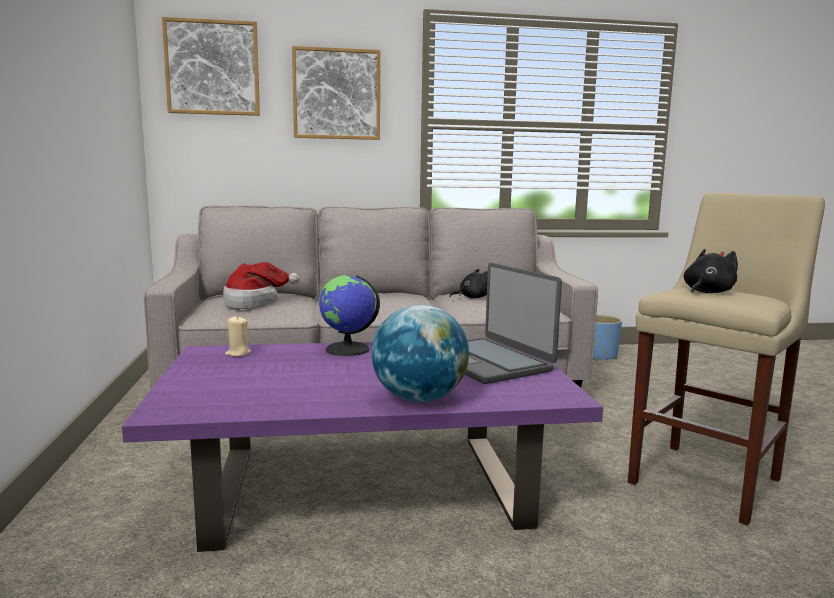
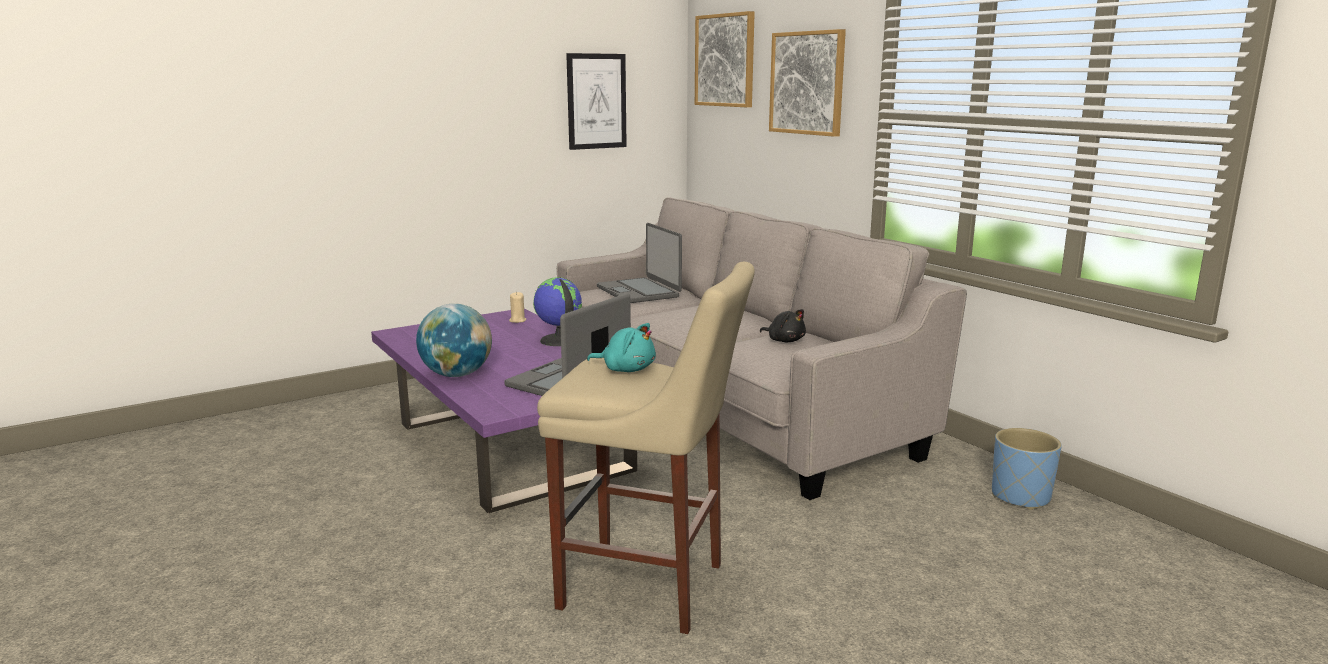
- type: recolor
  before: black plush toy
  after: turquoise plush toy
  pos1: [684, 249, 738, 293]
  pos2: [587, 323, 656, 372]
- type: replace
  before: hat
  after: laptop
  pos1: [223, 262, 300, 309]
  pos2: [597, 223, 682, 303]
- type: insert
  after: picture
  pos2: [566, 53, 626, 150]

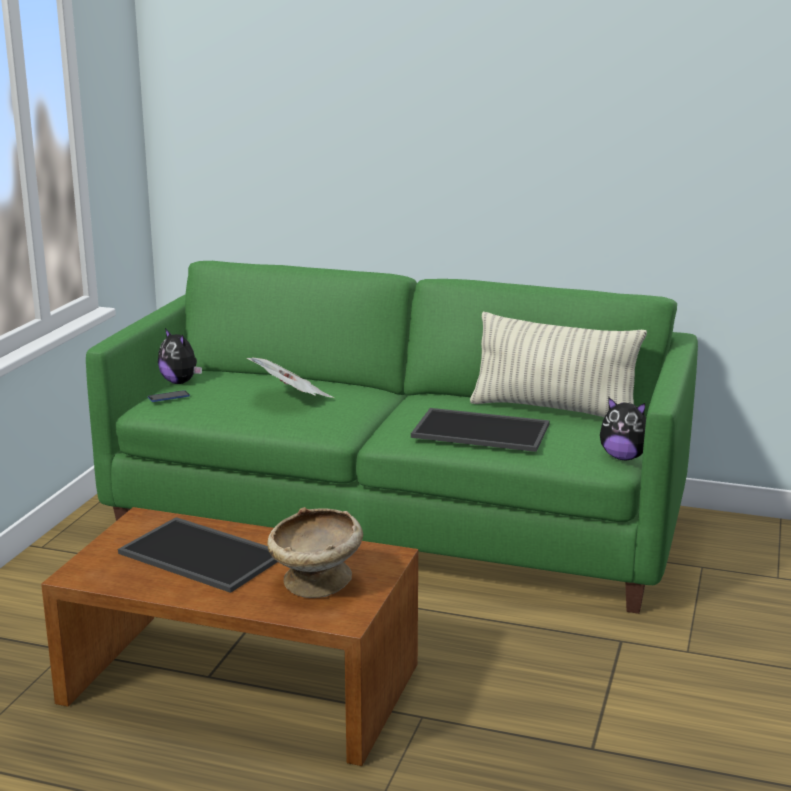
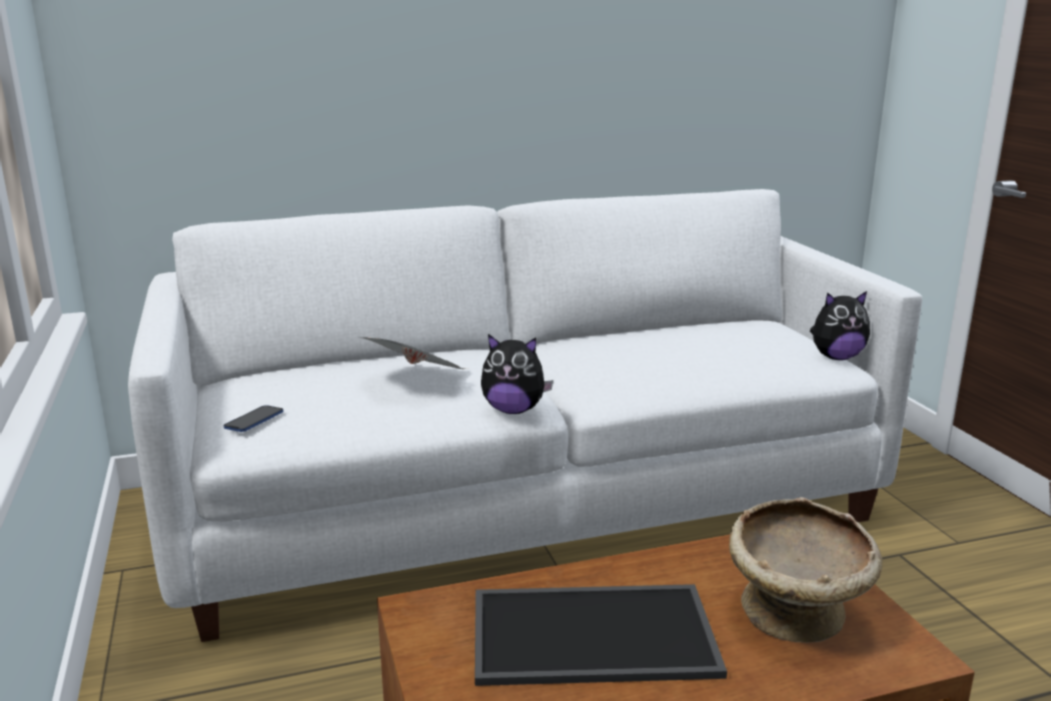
- type: recolor
  before: green sofa
  after: white sofa
  pos1: [86, 261, 698, 614]
  pos2: [128, 189, 922, 642]
- type: delete
  before: pillow
  pos1: [470, 312, 647, 418]
- type: move
  before: plush toy
  pos1: [158, 328, 202, 384]
  pos2: [481, 334, 553, 414]
- type: delete
  before: tray
  pos1: [411, 408, 550, 452]

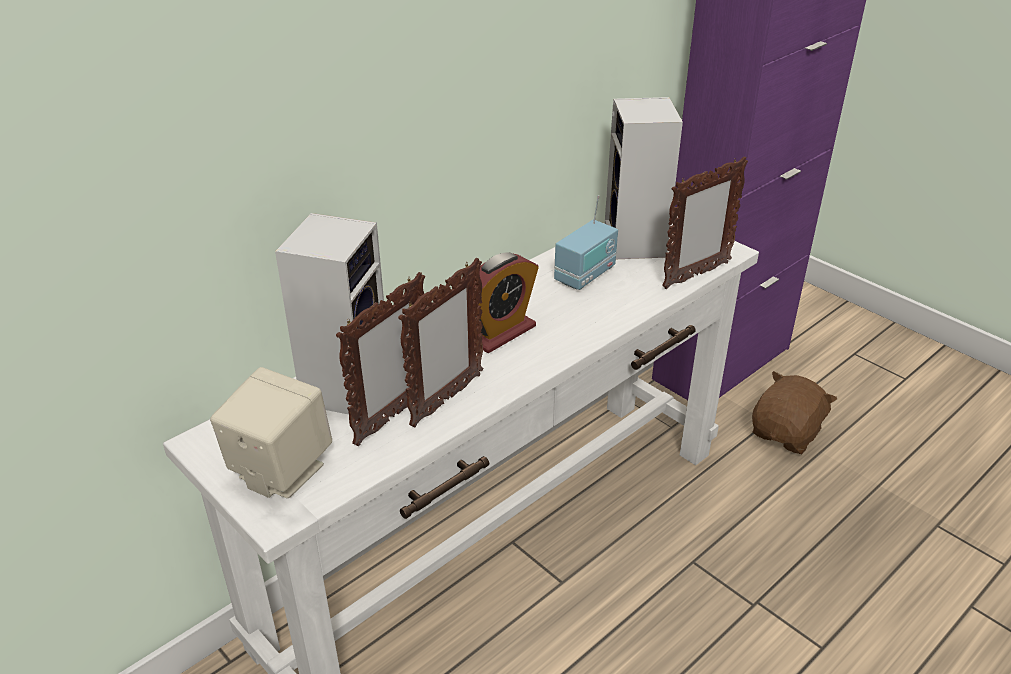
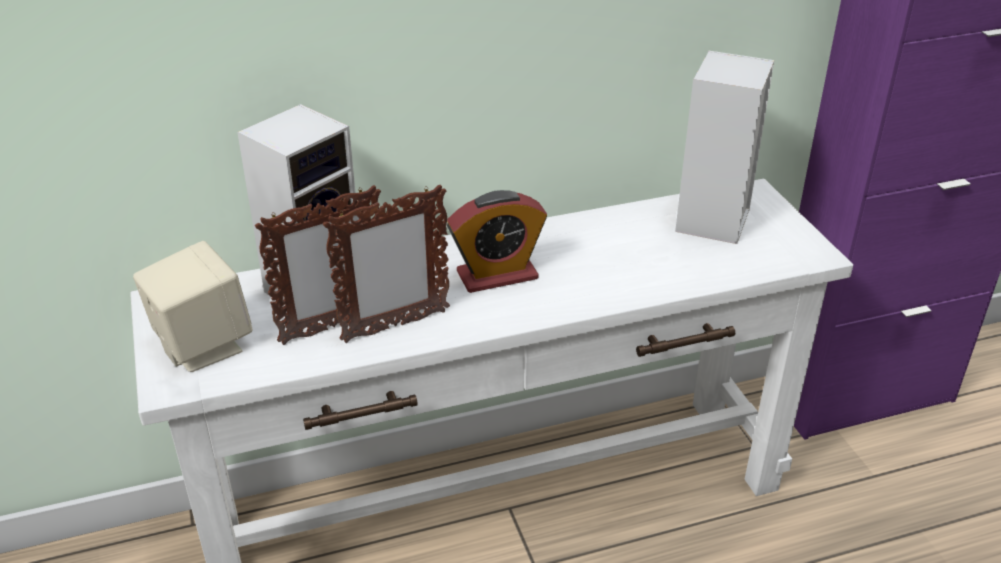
- type: delete
  before: picture frame
  pos1: [662, 156, 748, 289]
- type: delete
  before: radio
  pos1: [554, 195, 618, 290]
- type: delete
  before: brown plush toy
  pos1: [752, 371, 837, 454]

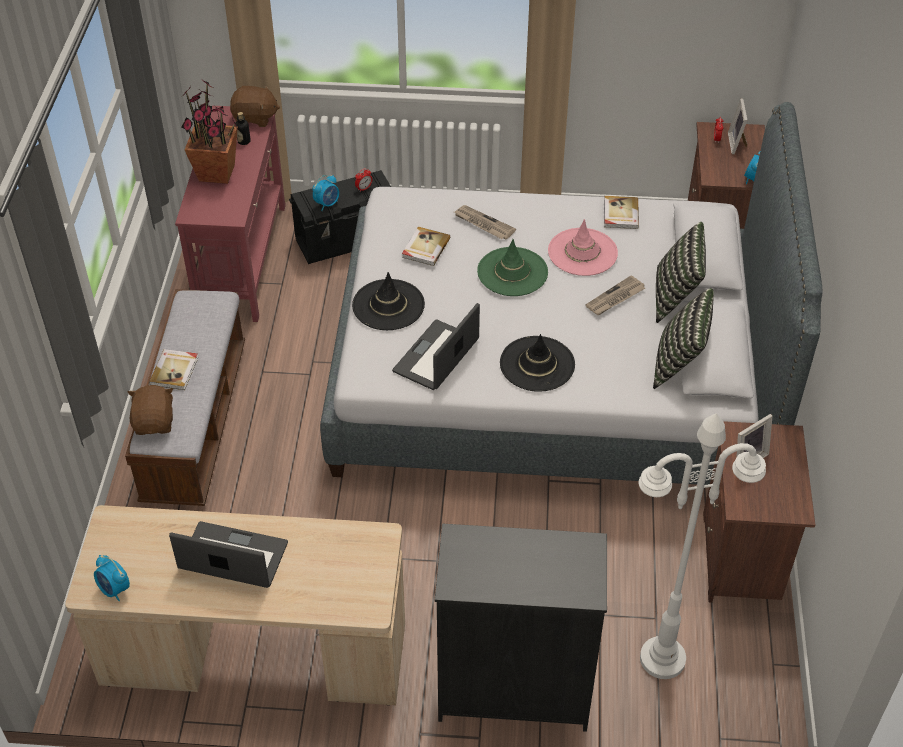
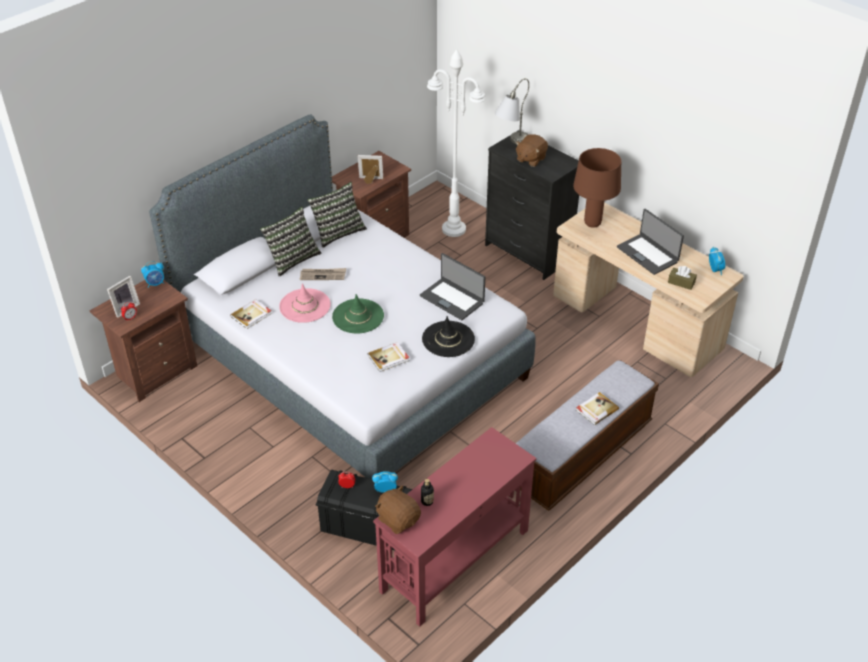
- type: delete
  before: potted plant
  pos1: [181, 81, 238, 184]
- type: delete
  before: newspaper
  pos1: [454, 205, 516, 239]
- type: rotate
  before: laptop
  pos1: [392, 303, 480, 390]
  pos2: [420, 253, 485, 320]
  turn: 60
- type: delete
  before: black hat
  pos1: [500, 334, 575, 392]
- type: move
  before: brown plush toy
  pos1: [128, 385, 173, 435]
  pos2: [515, 134, 548, 167]
- type: insert
  after: grey table lamp
  pos2: [495, 78, 529, 144]
- type: insert
  after: brown table lamp
  pos2: [573, 148, 621, 228]
- type: insert
  after: brown tissue box
  pos2: [668, 266, 697, 290]

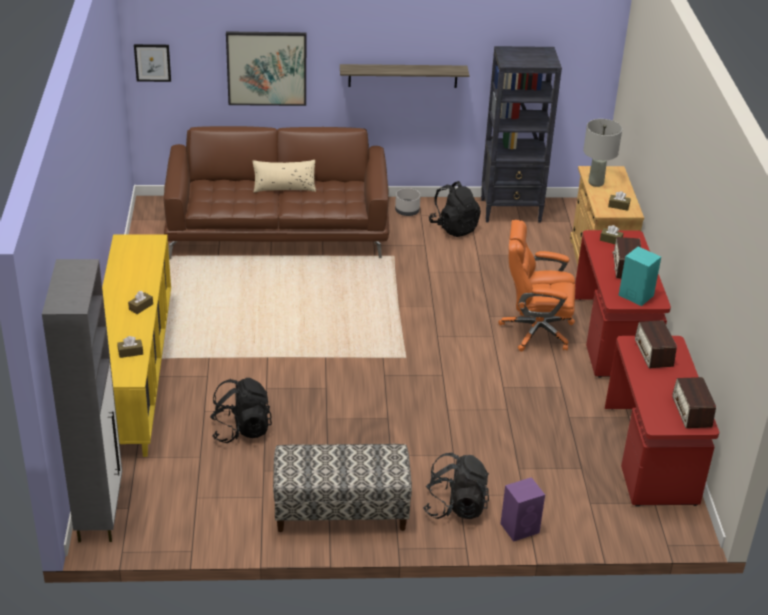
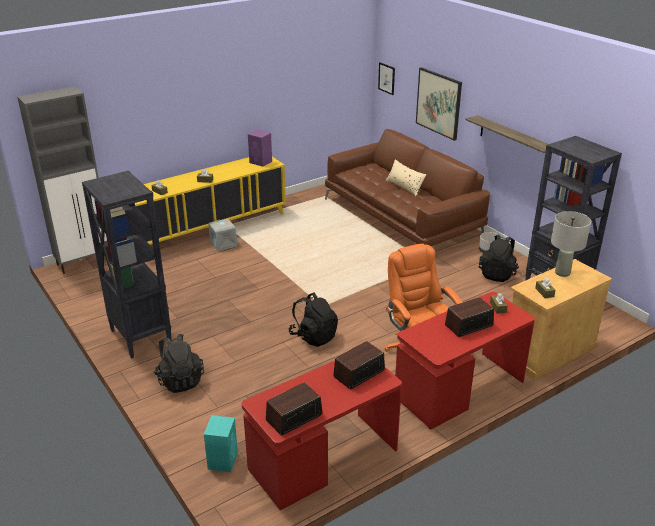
- type: move
  before: turquoise speaker
  pos1: [619, 247, 661, 306]
  pos2: [204, 415, 238, 472]
- type: move
  before: black backpack
  pos1: [210, 378, 272, 443]
  pos2: [288, 292, 338, 347]
- type: replace
  before: bench
  after: black bookcase
  pos1: [273, 444, 412, 532]
  pos2: [82, 171, 171, 359]
- type: move
  before: purple speaker
  pos1: [500, 477, 545, 542]
  pos2: [248, 130, 272, 167]
- type: insert
  after: grey storage box
  pos2: [208, 218, 237, 251]

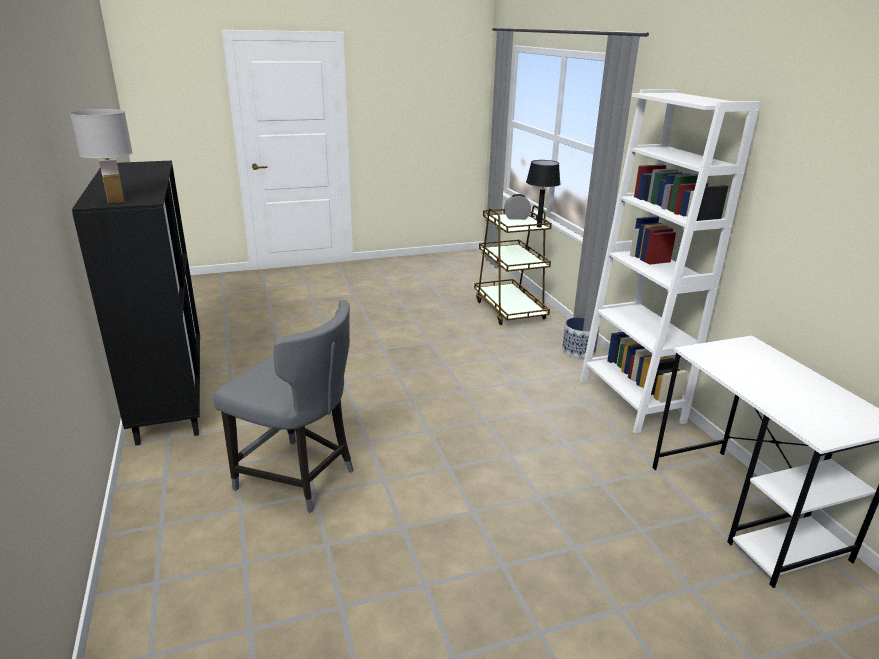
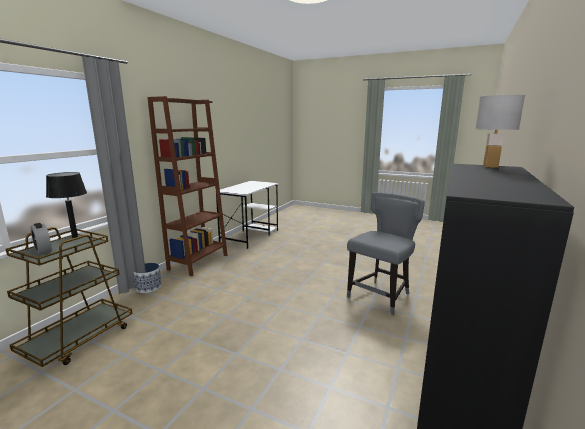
- type: recolor
  before: white bookcase
  after: brown bookcase
  pos1: [580, 89, 760, 433]
  pos2: [147, 96, 228, 276]
- type: rotate
  before: grey chair
  pos1: [213, 300, 353, 513]
  pos2: [347, 192, 425, 315]
  turn: 60

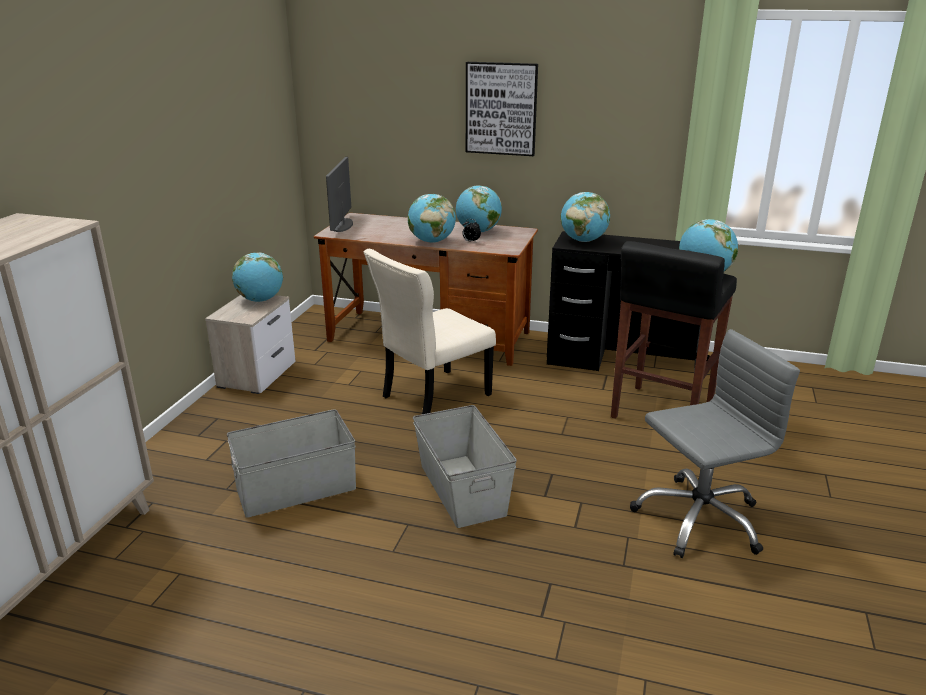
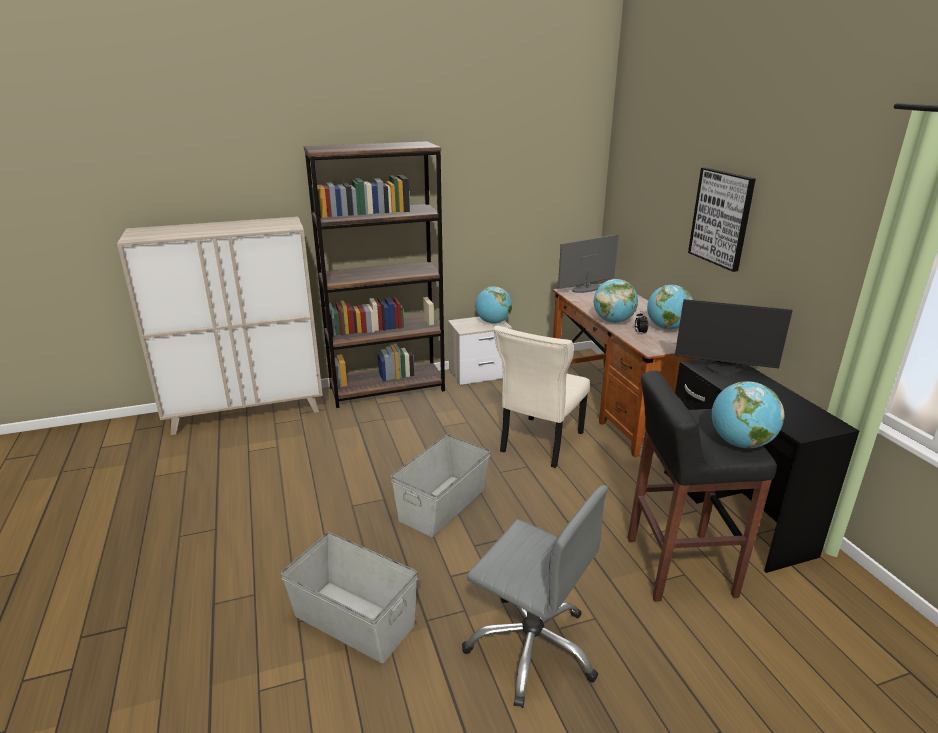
- type: replace
  before: globe
  after: monitor
  pos1: [561, 192, 610, 242]
  pos2: [675, 299, 793, 376]
- type: rotate
  before: beige chair
  pos1: [364, 249, 496, 414]
  pos2: [493, 326, 590, 468]
  turn: -75
- type: move
  before: grey storage box
  pos1: [227, 409, 356, 518]
  pos2: [281, 532, 418, 663]
- type: insert
  after: brown bookcase
  pos2: [304, 141, 445, 408]

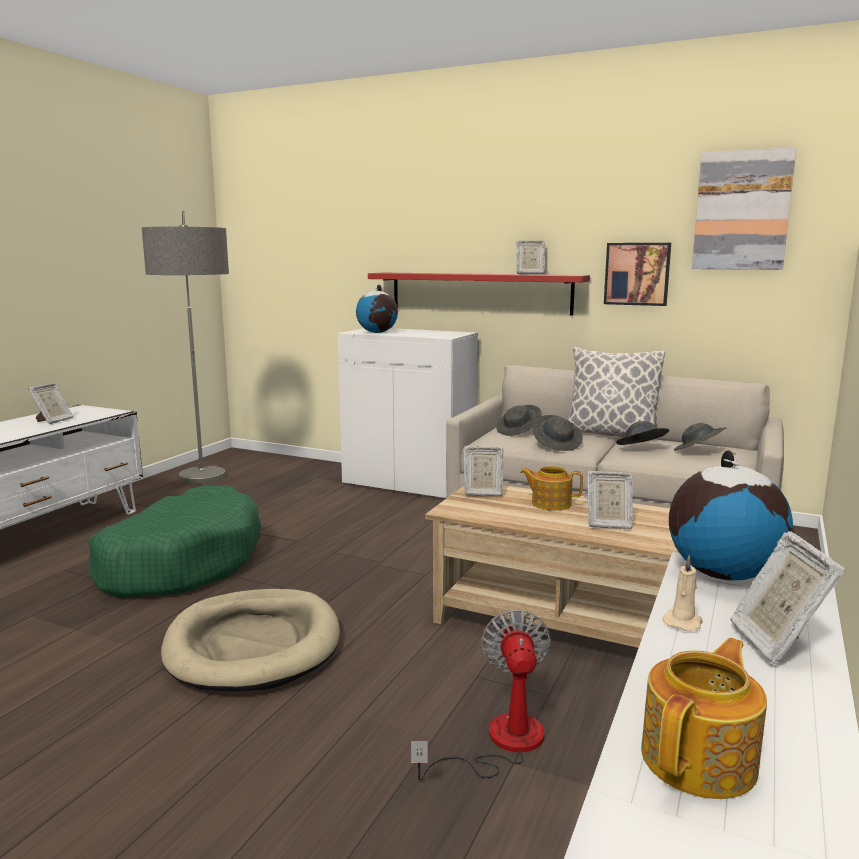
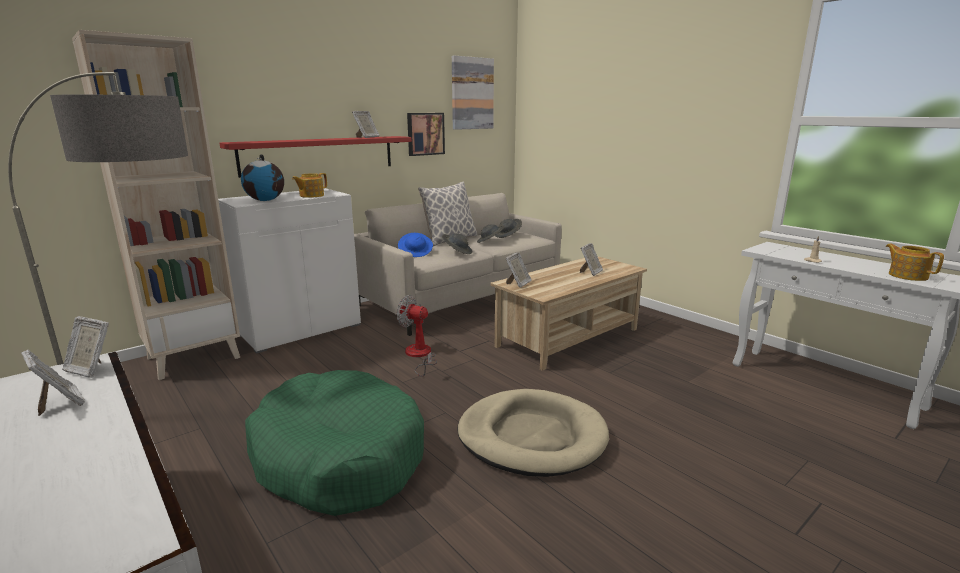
- type: recolor
  before: grey hat
  after: blue hat
  pos1: [496, 405, 542, 436]
  pos2: [398, 233, 433, 257]
- type: delete
  before: globe
  pos1: [669, 450, 793, 581]
- type: move
  before: teapot
  pos1: [520, 466, 583, 511]
  pos2: [292, 173, 327, 198]
- type: move
  before: picture frame
  pos1: [730, 531, 845, 665]
  pos2: [62, 316, 109, 378]
- type: move
  before: fan
  pos1: [411, 610, 550, 781]
  pos2: [397, 295, 437, 377]
- type: insert
  after: beige bookcase
  pos2: [72, 30, 240, 380]

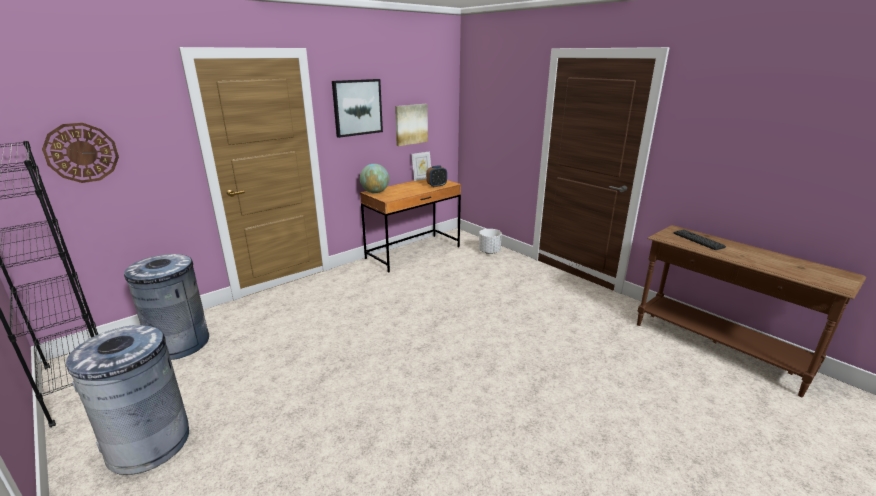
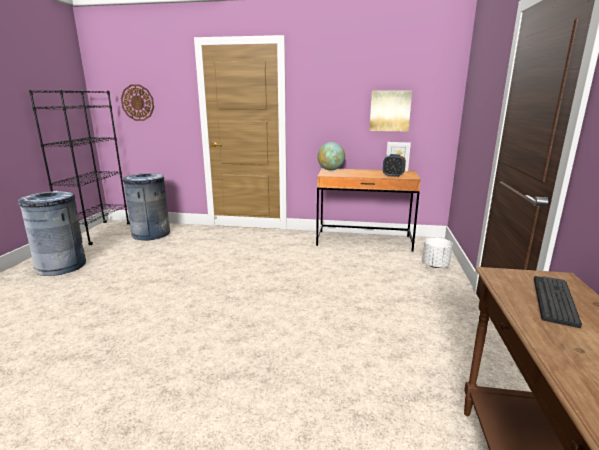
- type: delete
  before: picture
  pos1: [332, 79, 383, 138]

